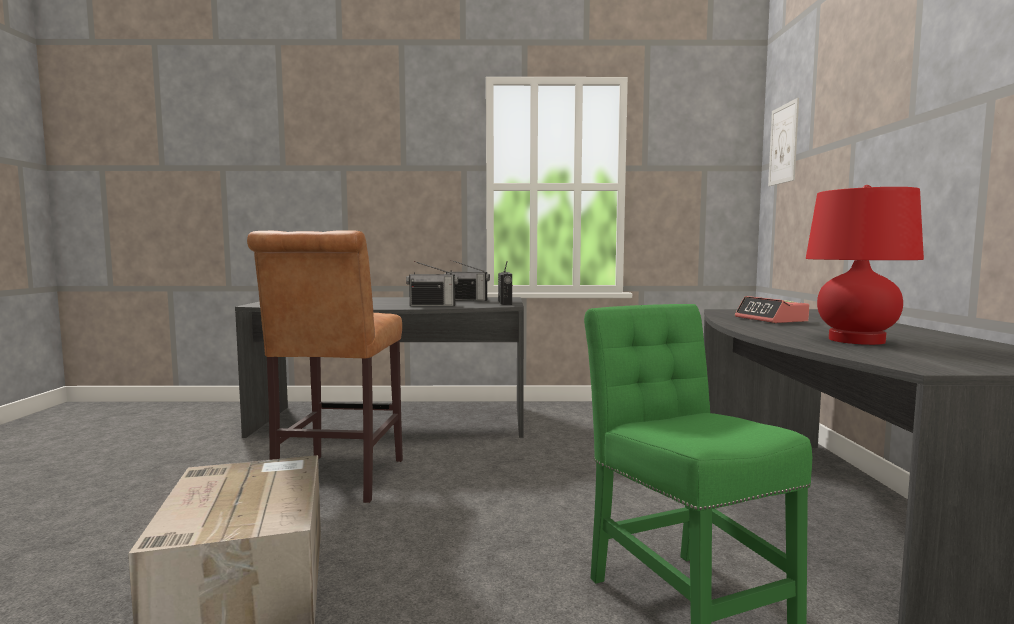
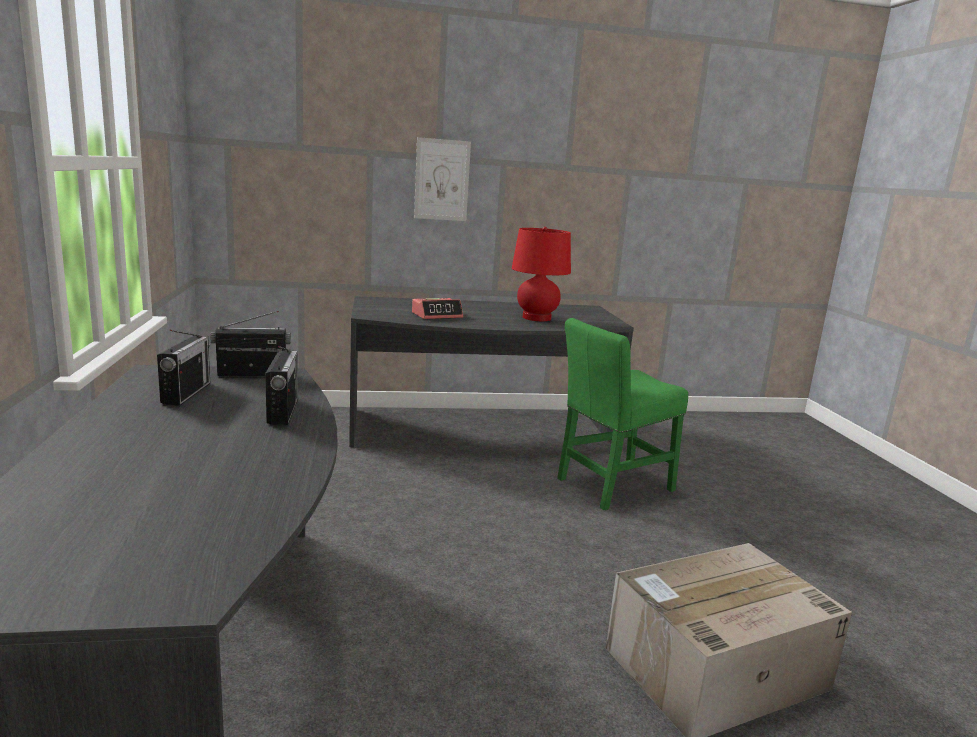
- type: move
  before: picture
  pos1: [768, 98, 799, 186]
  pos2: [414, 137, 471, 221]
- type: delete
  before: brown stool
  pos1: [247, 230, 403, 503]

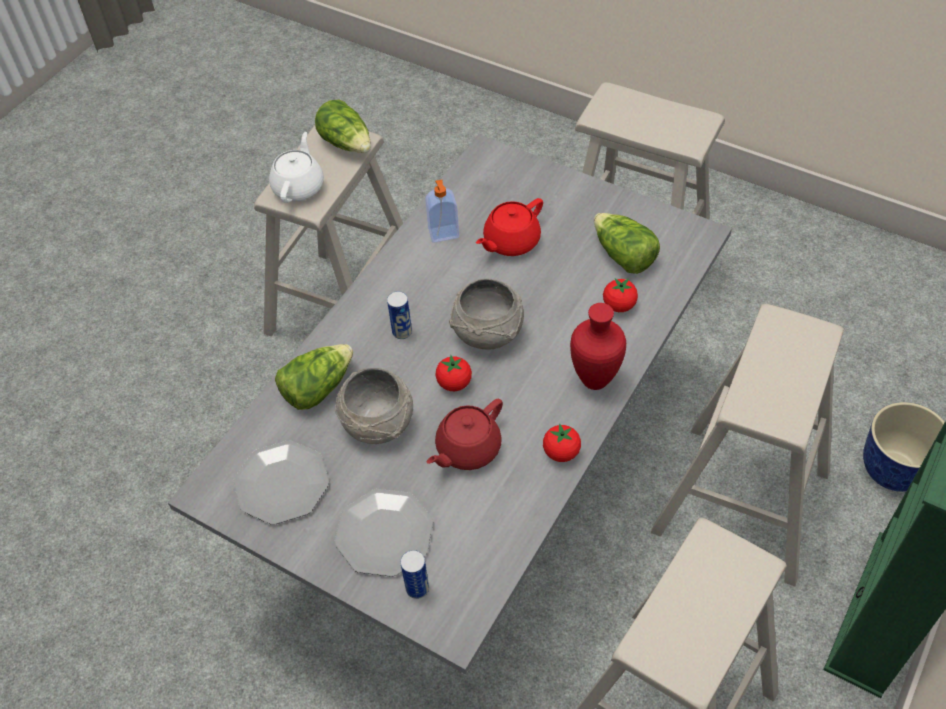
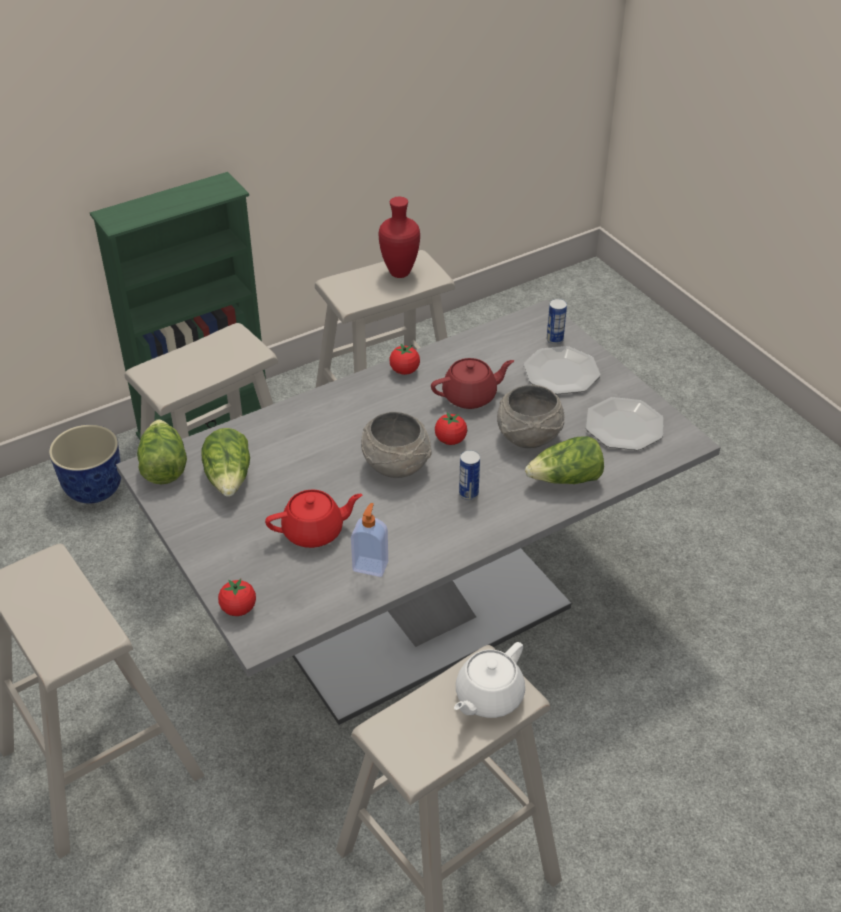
- type: move
  before: lettuce
  pos1: [315, 100, 371, 153]
  pos2: [137, 419, 187, 484]
- type: move
  before: tomato
  pos1: [603, 278, 638, 312]
  pos2: [218, 579, 256, 616]
- type: move
  before: red vase
  pos1: [570, 303, 626, 390]
  pos2: [379, 197, 420, 278]

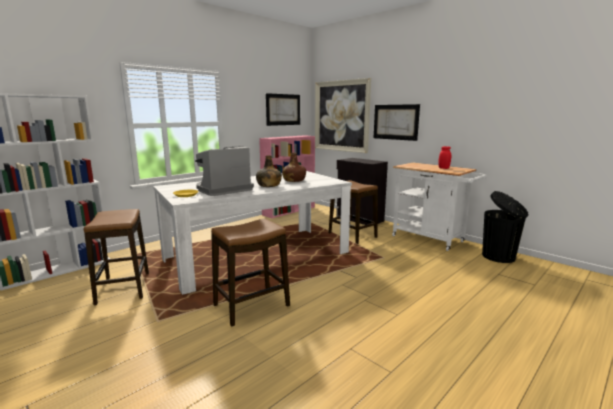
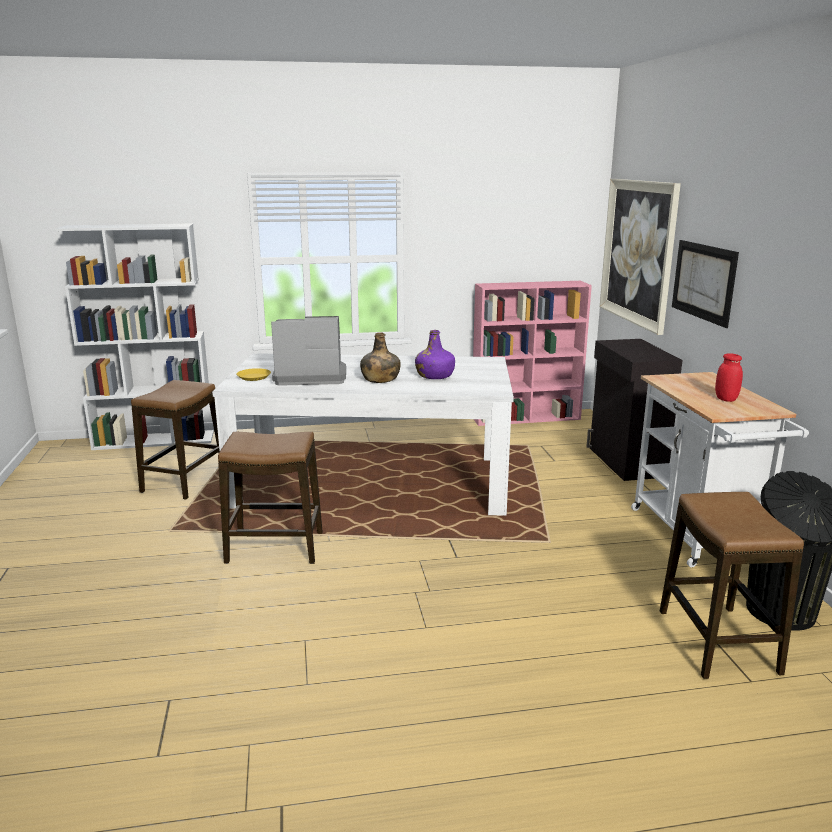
- type: delete
  before: picture
  pos1: [266, 93, 300, 126]
- type: recolor
  before: brown bottle
  after: purple bottle
  pos1: [282, 153, 306, 182]
  pos2: [415, 330, 455, 379]
- type: move
  before: stool
  pos1: [329, 180, 378, 244]
  pos2: [660, 492, 804, 679]

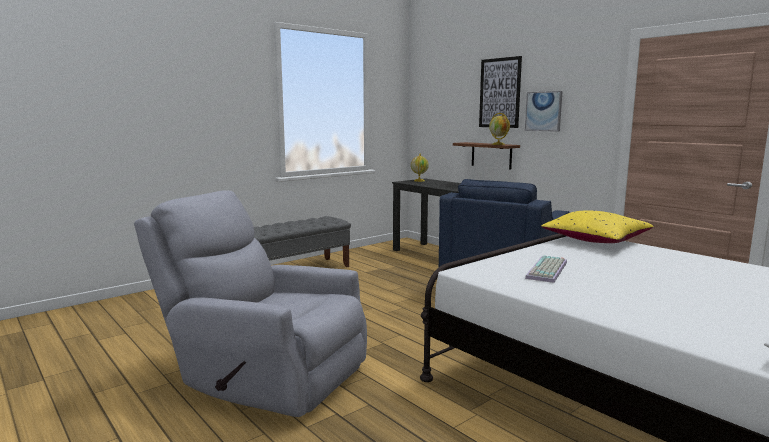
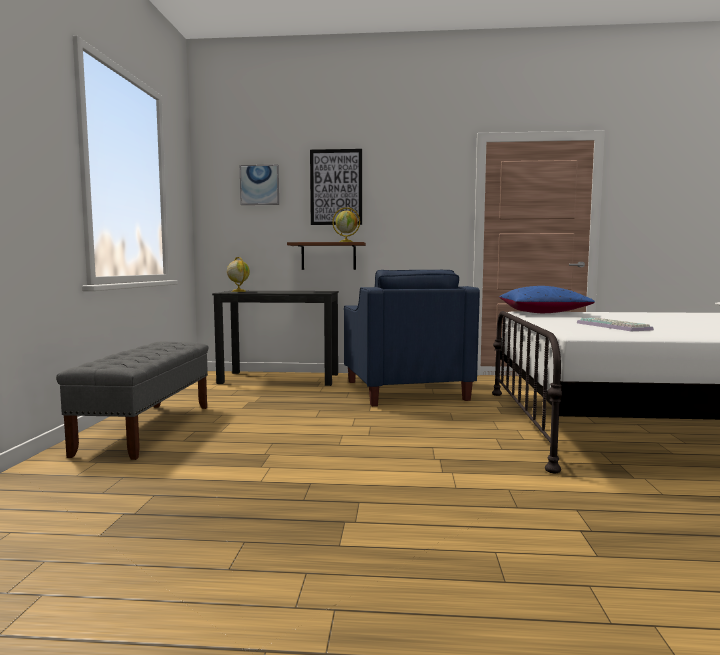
- type: move
  before: picture
  pos1: [525, 91, 562, 132]
  pos2: [240, 165, 279, 205]
- type: delete
  before: grey armchair
  pos1: [134, 190, 367, 417]
- type: recolor
  before: yellow pillow
  after: blue pillow
  pos1: [541, 211, 653, 243]
  pos2: [499, 286, 595, 313]

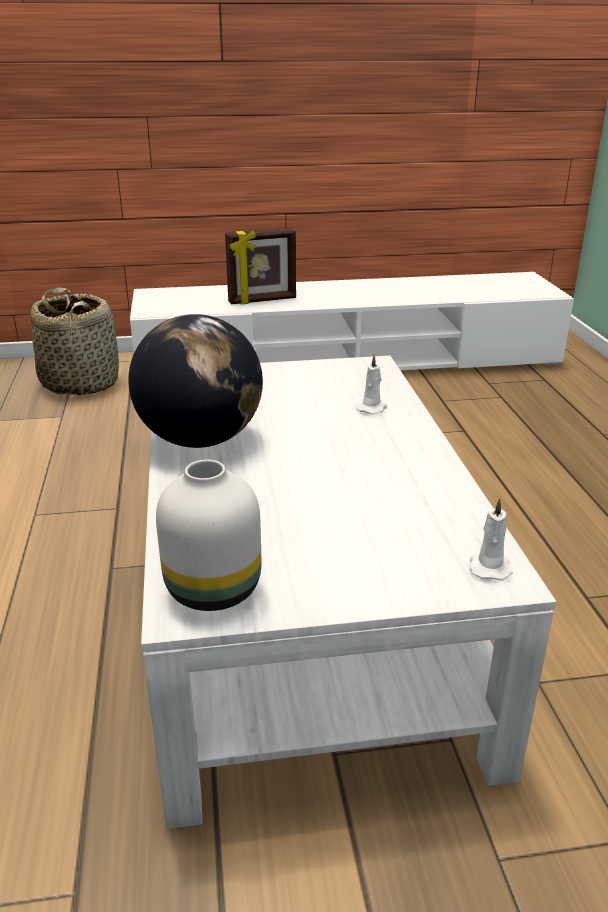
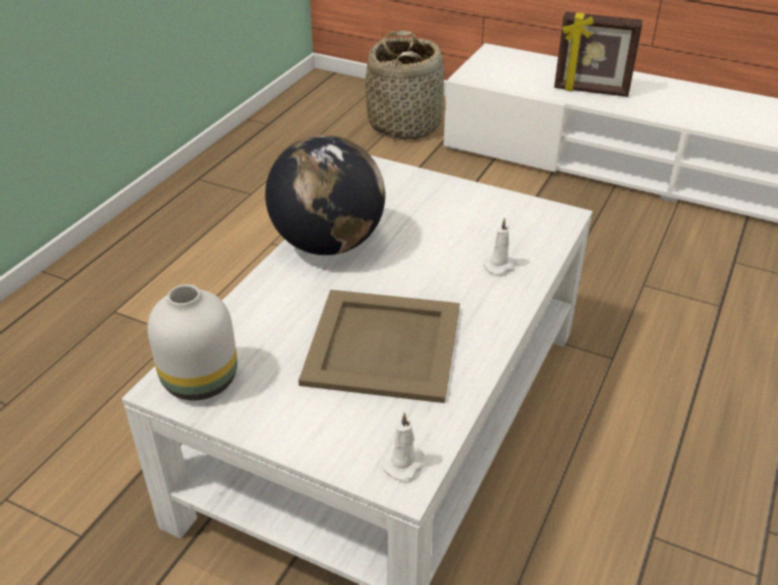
- type: insert
  after: beige tray
  pos2: [298, 290, 460, 403]

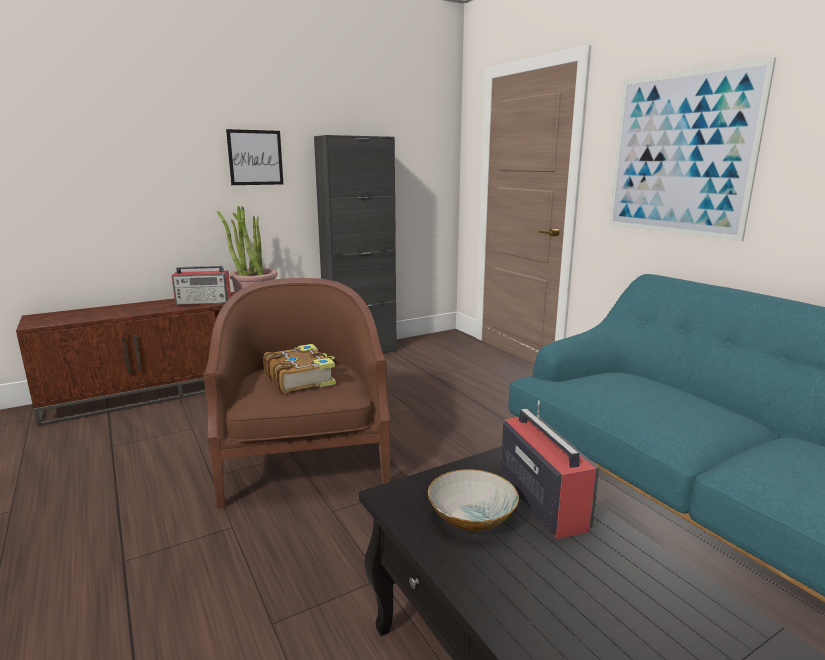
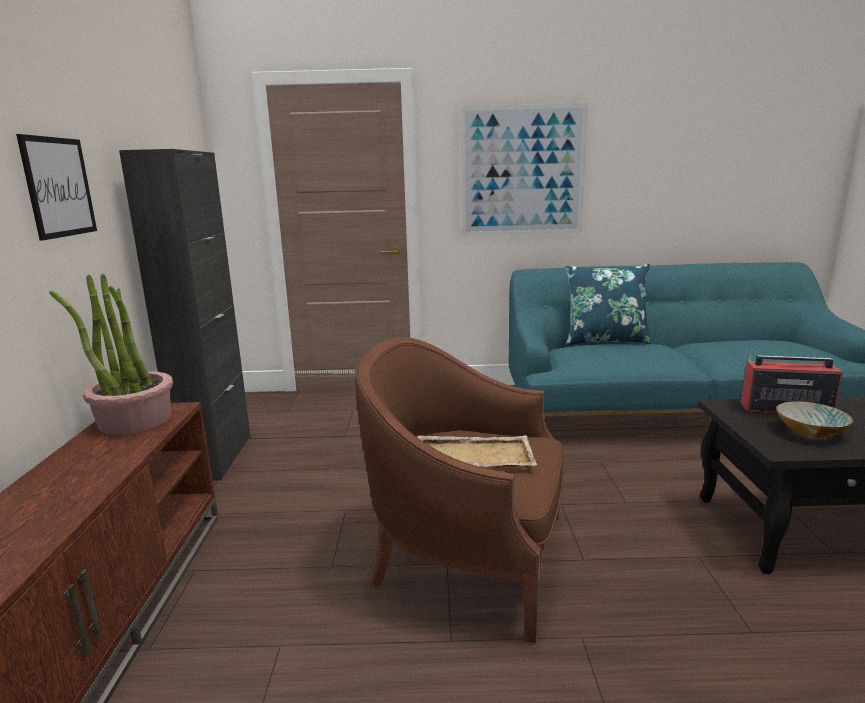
- type: delete
  before: radio
  pos1: [171, 265, 231, 305]
- type: replace
  before: book
  after: beige tray
  pos1: [263, 344, 336, 393]
  pos2: [417, 435, 537, 467]
- type: insert
  after: blue pillow
  pos2: [565, 264, 652, 345]

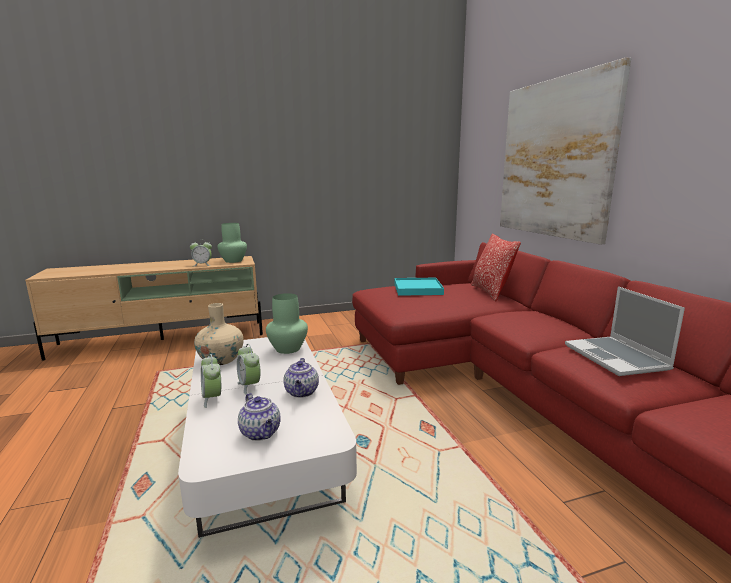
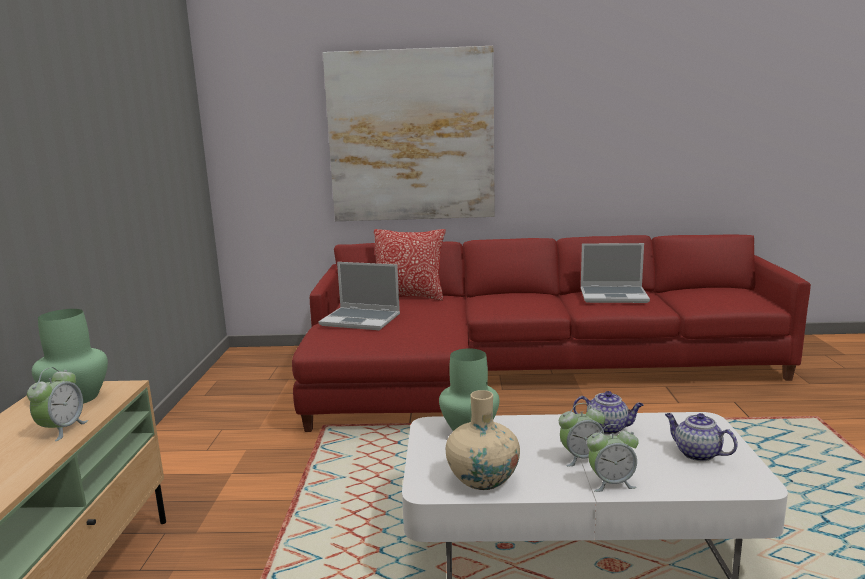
- type: replace
  before: turquoise tray
  after: laptop
  pos1: [394, 278, 444, 296]
  pos2: [318, 262, 400, 330]
- type: rotate
  before: teapot
  pos1: [238, 393, 281, 441]
  pos2: [665, 413, 738, 462]
  turn: -120

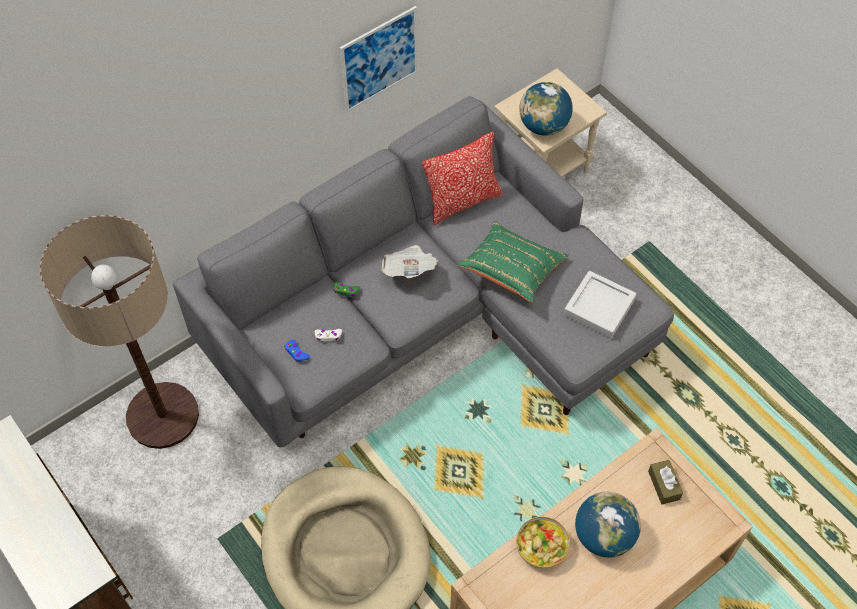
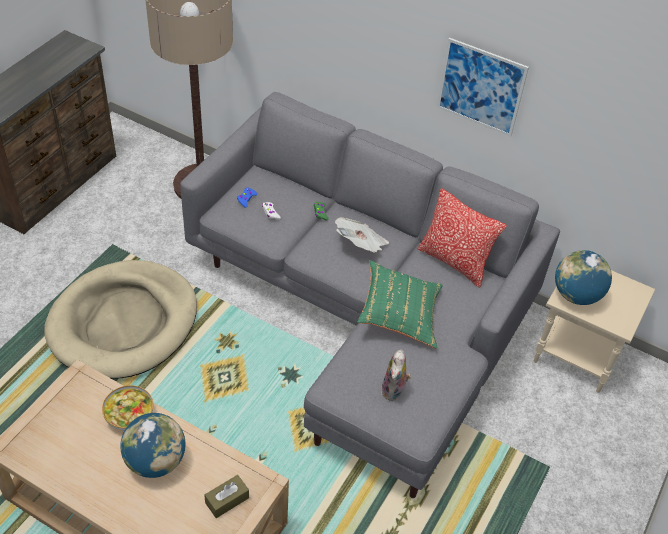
- type: replace
  before: grey tray
  after: plush toy
  pos1: [564, 271, 637, 338]
  pos2: [381, 350, 411, 401]

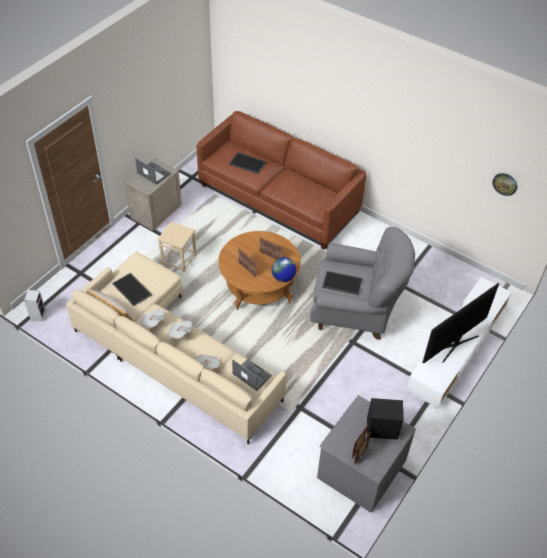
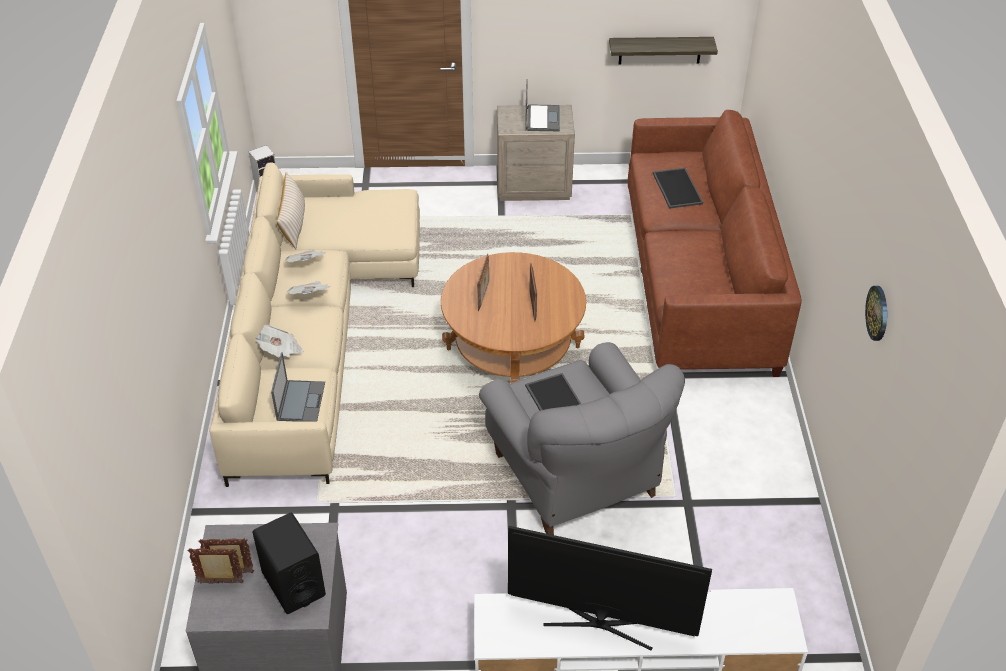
- type: move
  before: wall clock
  pos1: [492, 173, 517, 196]
  pos2: [865, 286, 887, 341]
- type: delete
  before: beige stool
  pos1: [158, 222, 197, 272]
- type: delete
  before: globe
  pos1: [272, 257, 296, 282]
- type: delete
  before: tray
  pos1: [112, 273, 152, 306]
- type: insert
  after: shelf
  pos2: [609, 37, 718, 65]

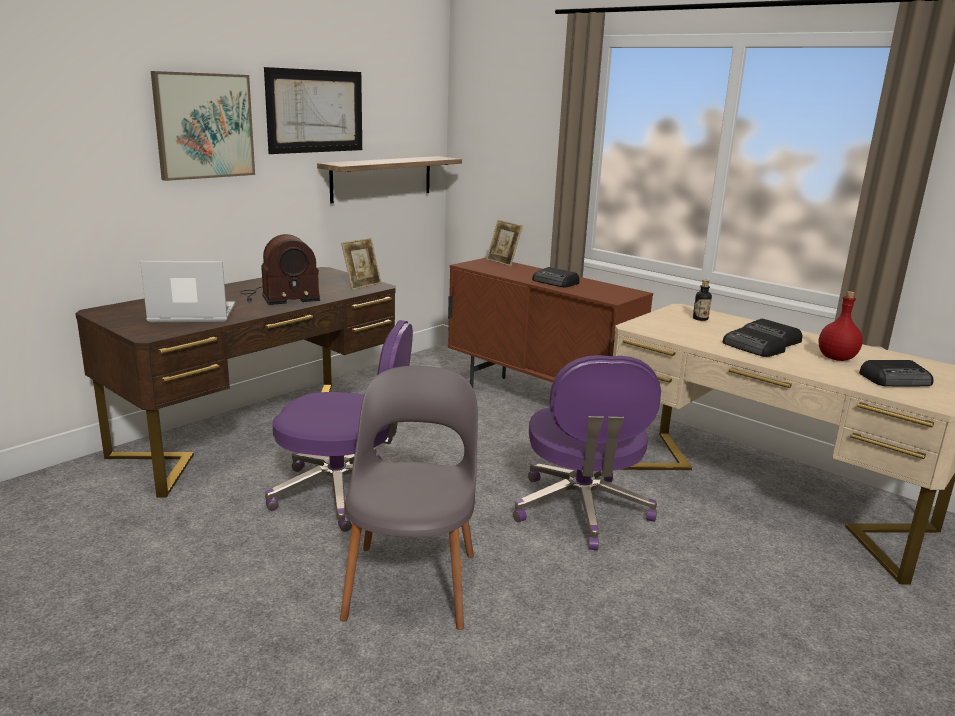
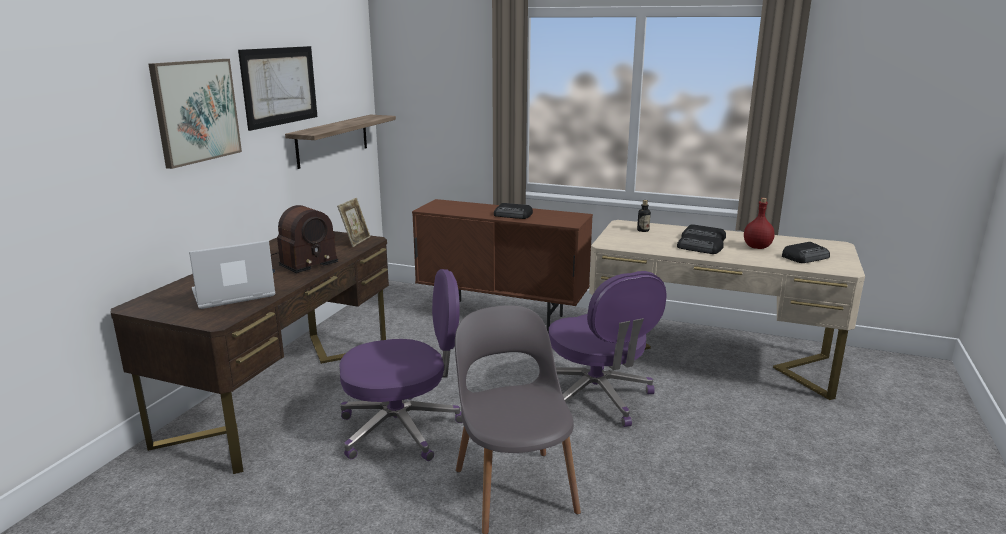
- type: delete
  before: picture frame
  pos1: [486, 220, 523, 266]

